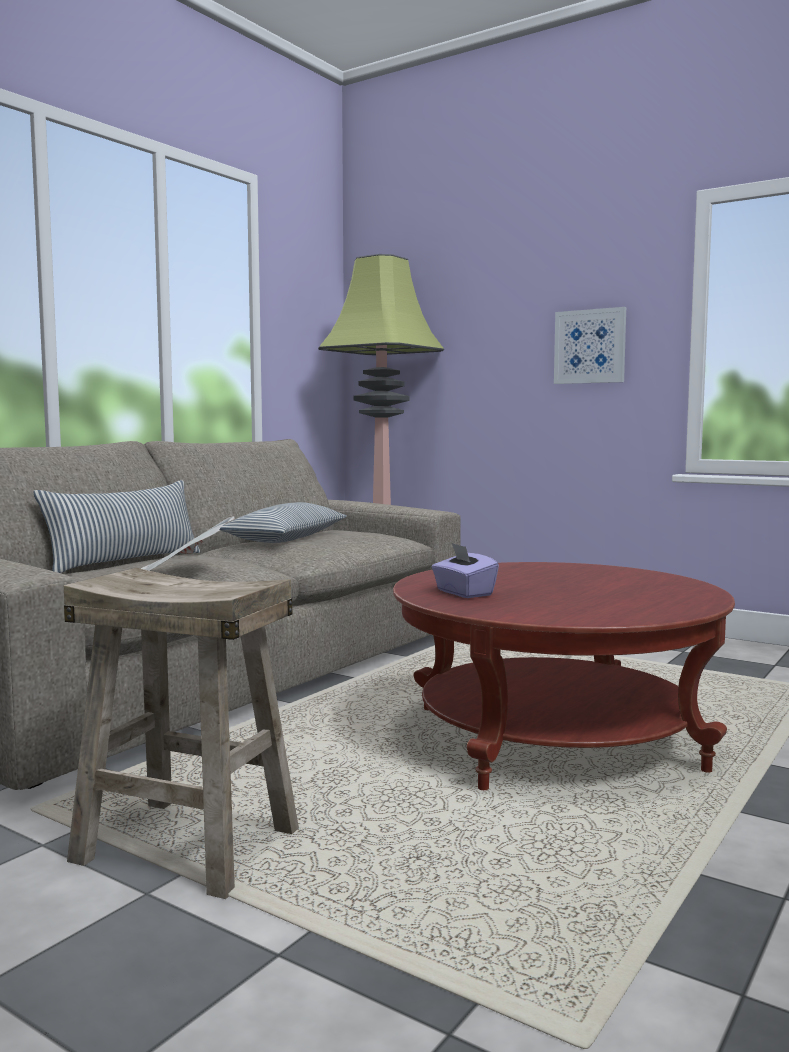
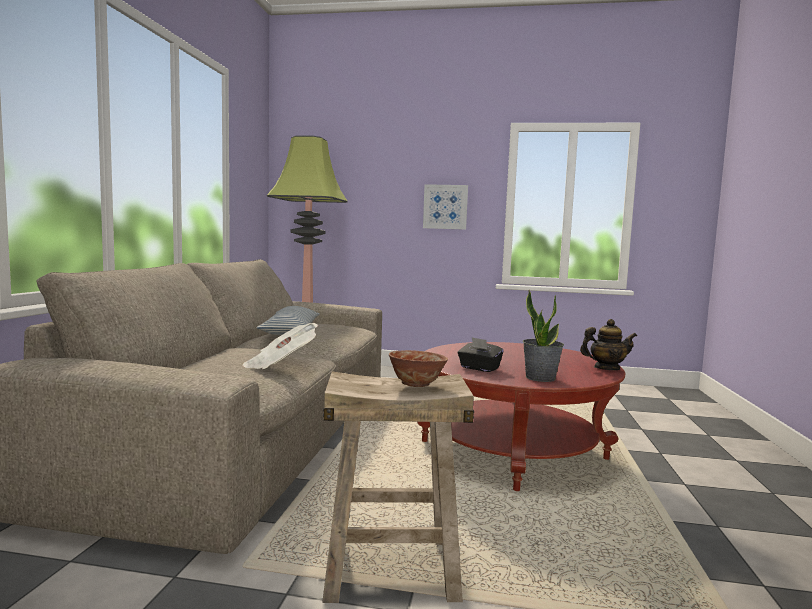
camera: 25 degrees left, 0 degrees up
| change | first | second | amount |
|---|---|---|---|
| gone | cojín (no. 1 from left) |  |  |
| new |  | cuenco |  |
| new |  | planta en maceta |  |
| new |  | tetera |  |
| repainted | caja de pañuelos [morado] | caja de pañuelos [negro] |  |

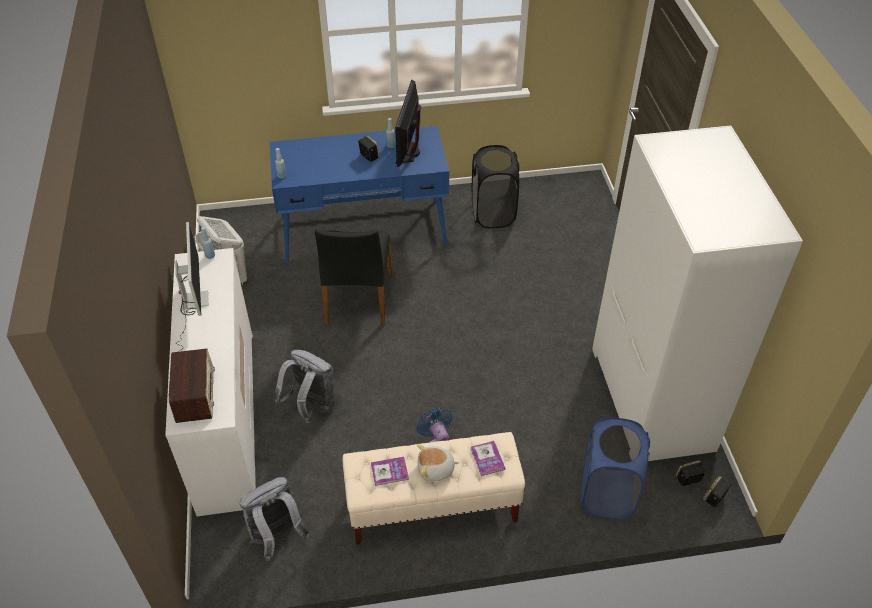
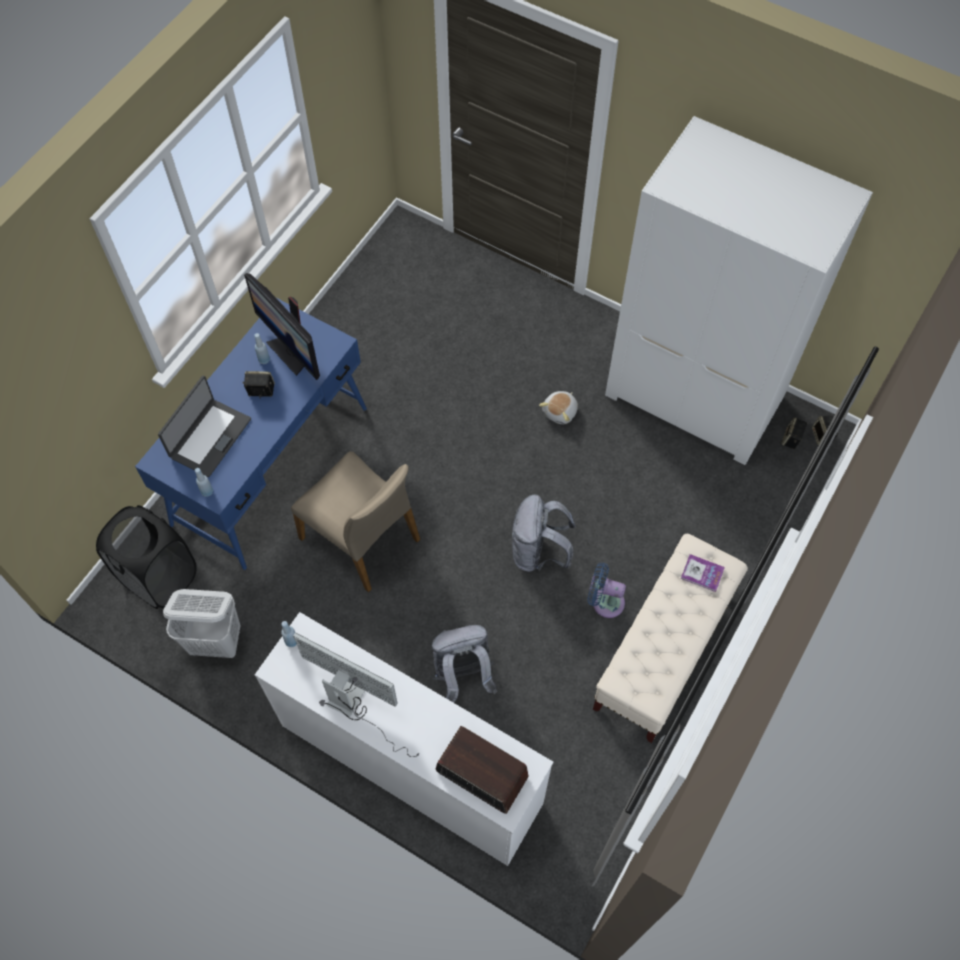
camera: 50 degrees left, 15 degrees up
| change | first | second | amount |
|---|---|---|---|
| gone | libro (no. 1 from left) |  |  |
| gone | cesto de la ropa [azul] |  |  |
| new |  | portátil |  |
| shifted | mochila [gris] (no. 1 from left in the first image) | mochila [gris] (no. 2 from left) |  |
| shifted | peluche |  |  |
| shifted | cesto de la ropa [negro] |  |  |
| repainted | silla [negro] | silla [beis] |  |

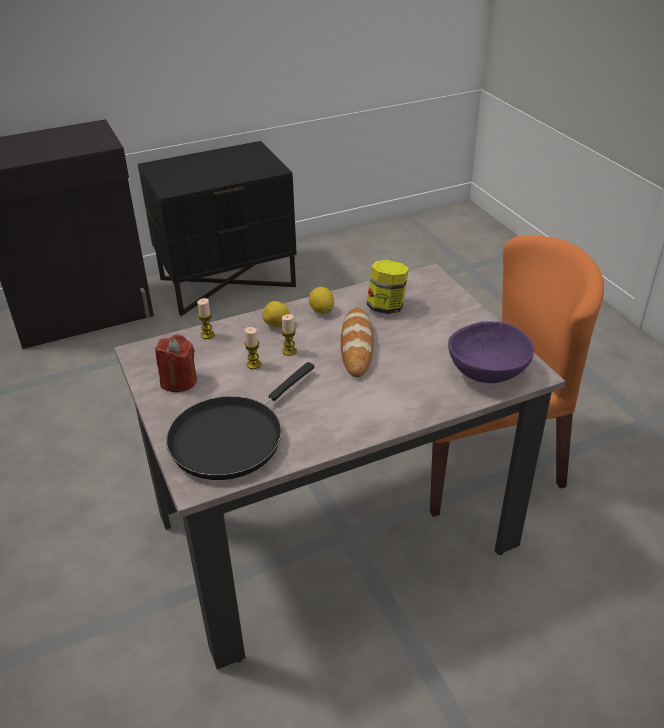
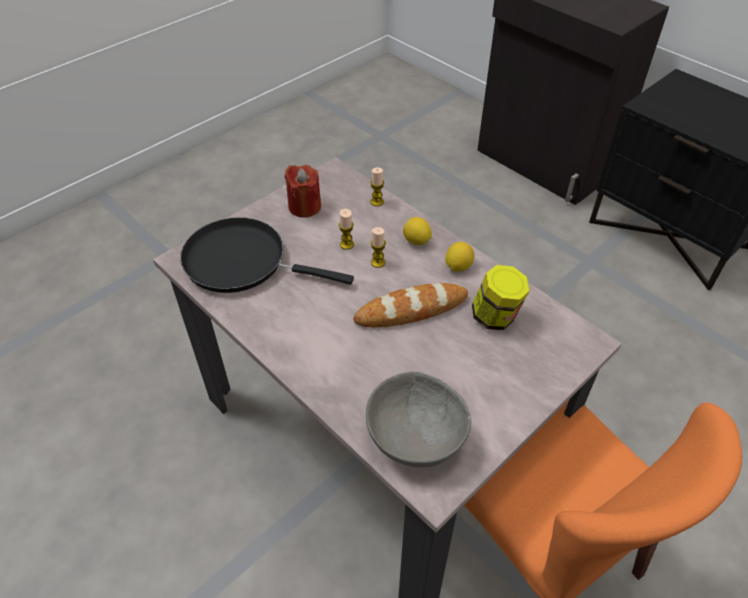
camera: 70 degrees right, 10 degrees up
| change | first | second | amount |
|---|---|---|---|
| repainted | cuenco [morado] | cuenco [gris] |  |

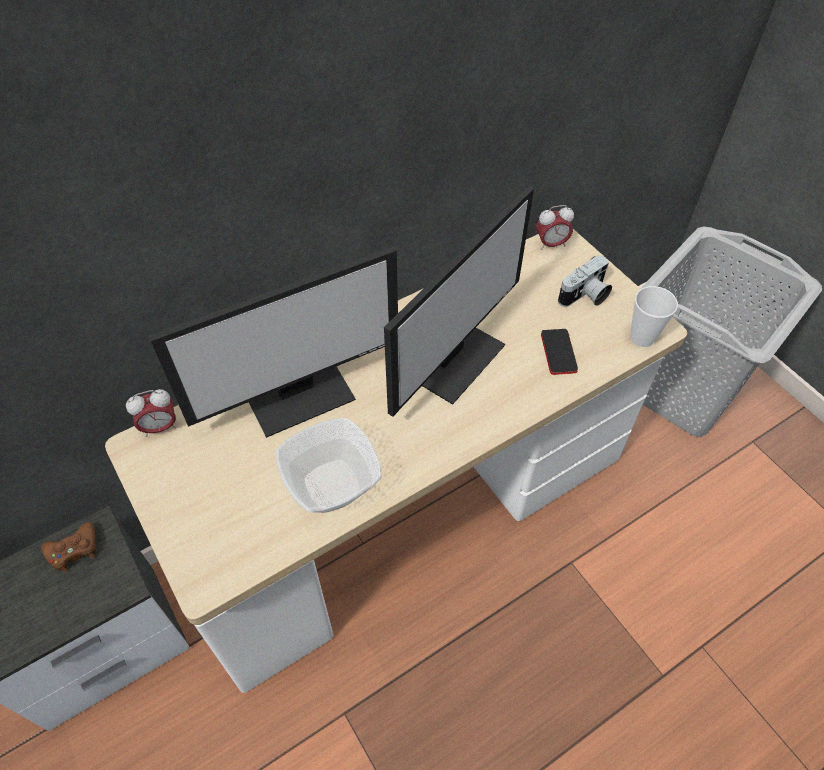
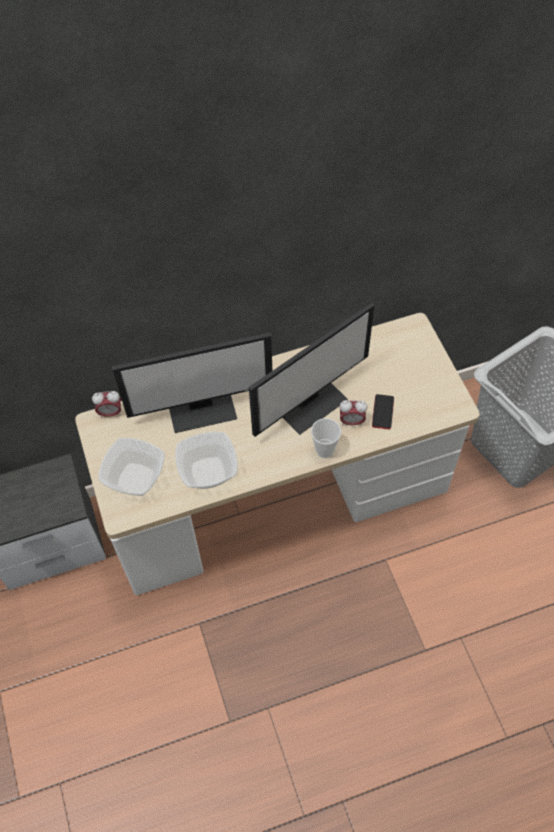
camera: 15 degrees right, 5 degrees up
| change | first | second | amount |
|---|---|---|---|
| gone | mando de consola [marrón] |  |  |
| gone | cámara |  |  |
| new |  | cuenco (no. 1 from left) |  |
| shifted | despertador (no. 2 from left) |  |  |
| shifted | taza |  |  |

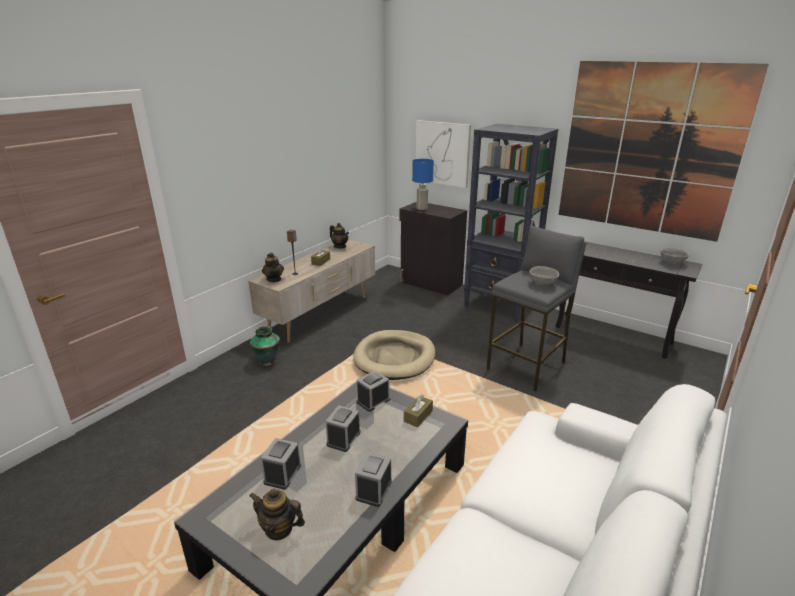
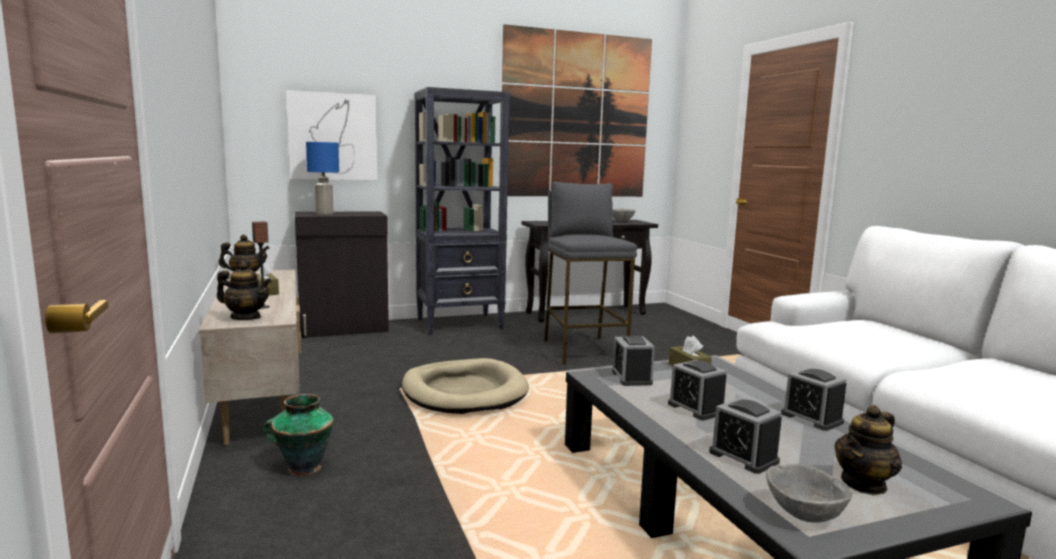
camera: 55 degrees left, 15 degrees down
| change | first | second | amount |
|---|---|---|---|
| shifted | cuenco [gris] (no. 1 from left in the first image) | cuenco [gris] (no. 2 from left) |  |

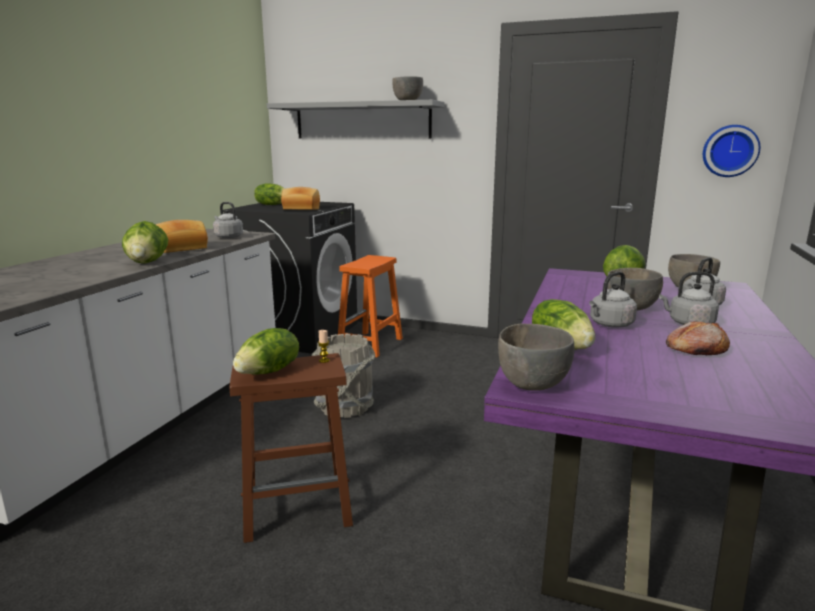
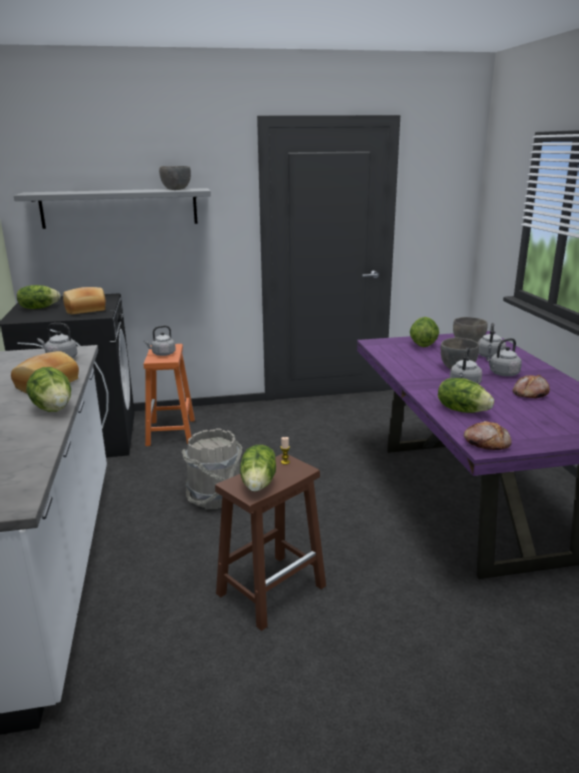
camera: 30 degrees left, 5 degrees up
| change | first | second | amount |
|---|---|---|---|
| gone | reloj de pared |  |  |
| new |  | hervidor [gris] (no. 2 from left) |  |
| swapped | cuenco [gris] (no. 2 from left) | pan (no. 3 from left) |  |

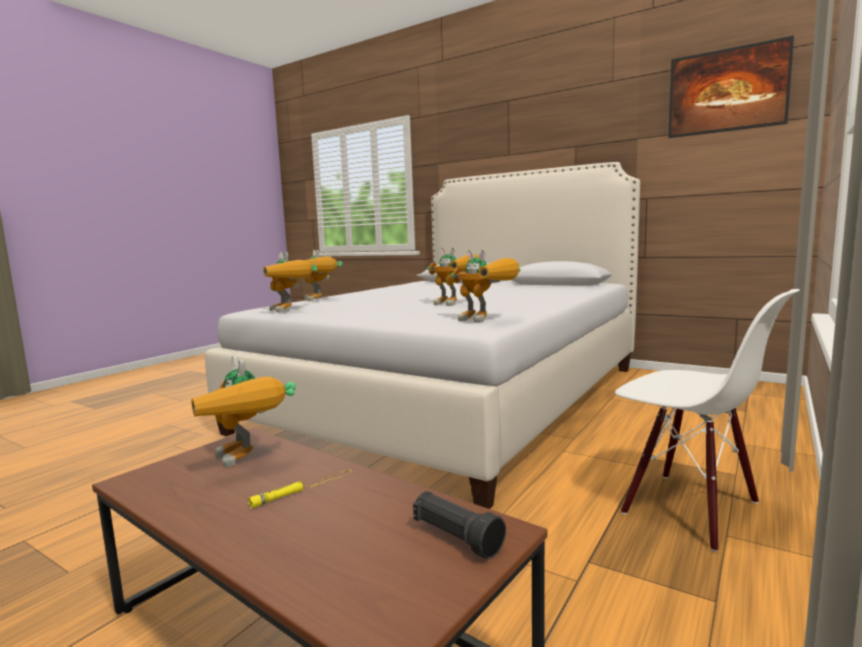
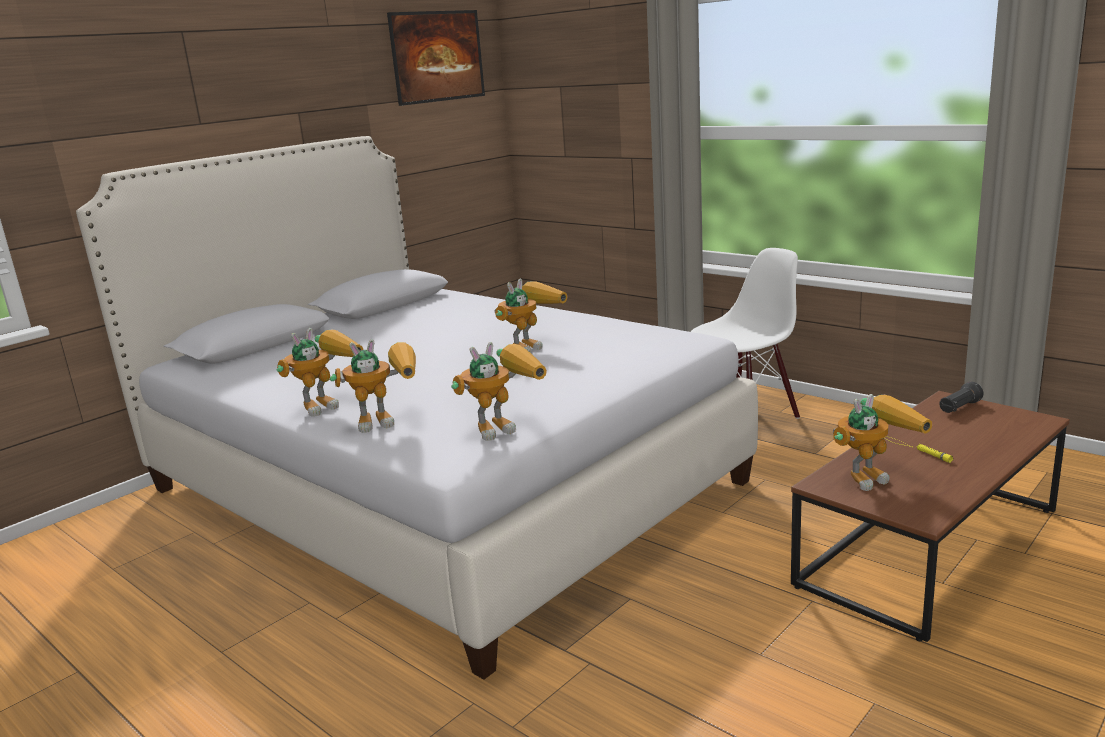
camera: 80 degrees left, 10 degrees up
| change | first | second | amount |
|---|---|---|---|
| shifted | robot de juguete (no. 5 from left in the first image) | robot de juguete (no. 1 from left) |  |

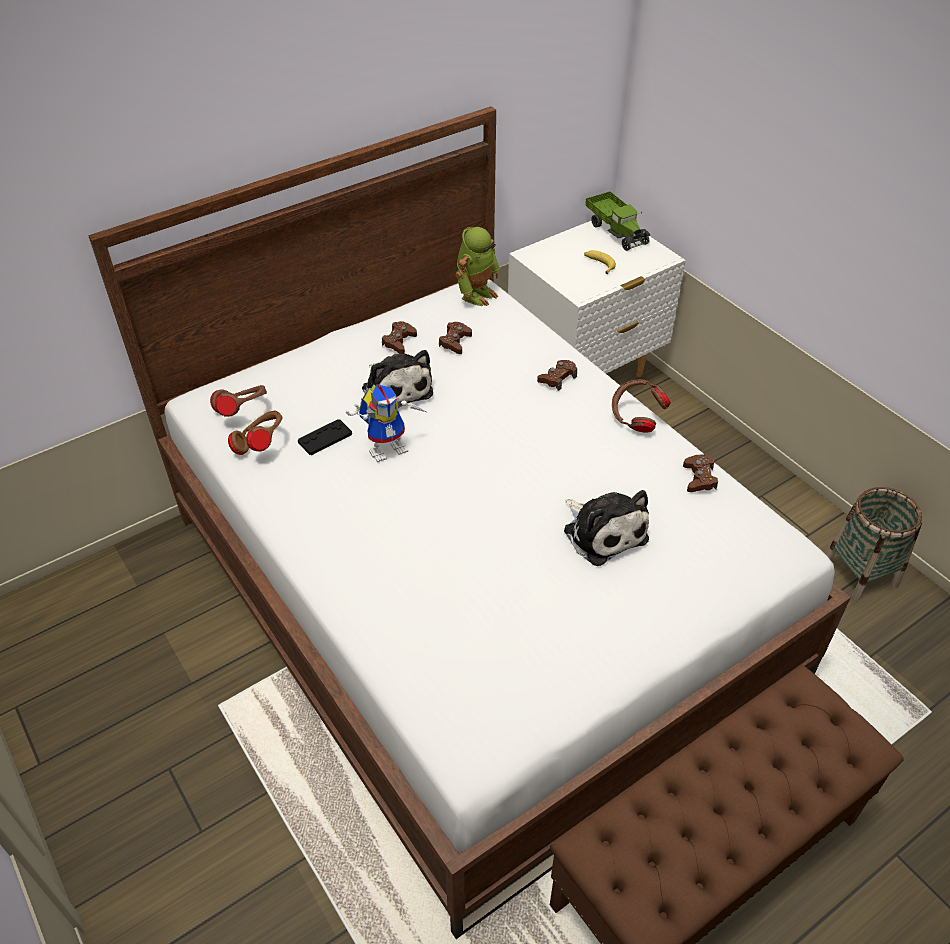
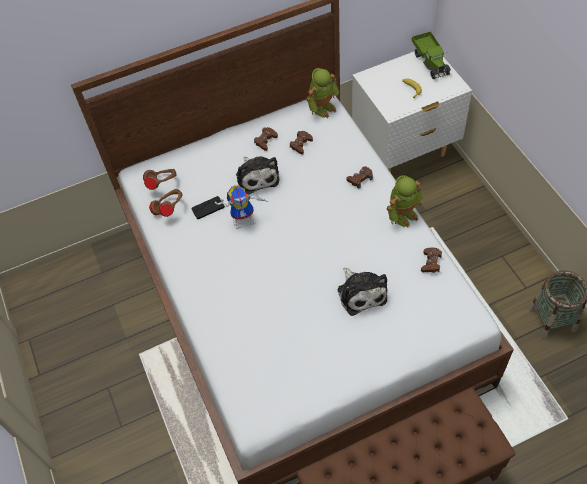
camera: 15 degrees right, 10 degrees up
| change | first | second | amount |
|---|---|---|---|
| swapped | auriculares [marrón] (no. 3 from left) | robot de juguete (no. 3 from left) |  |

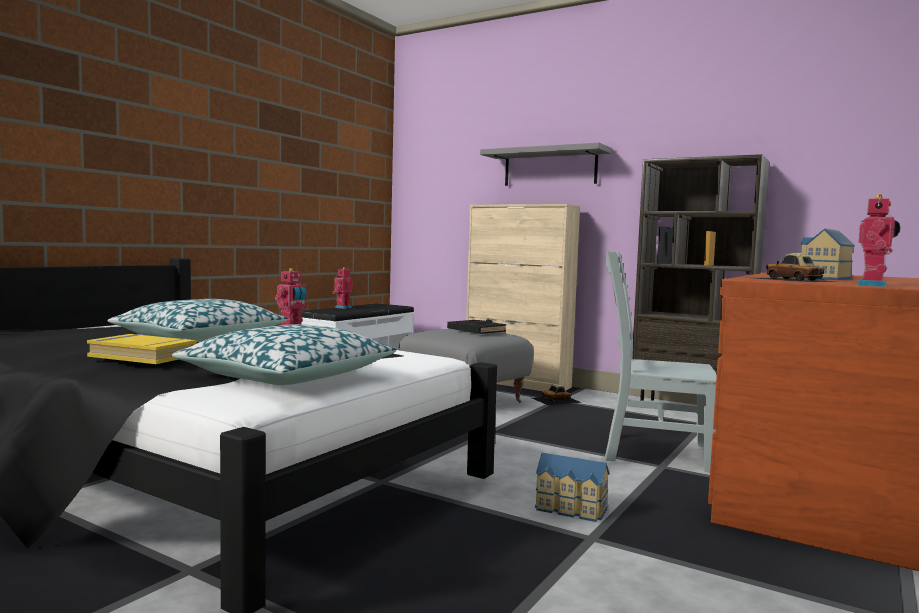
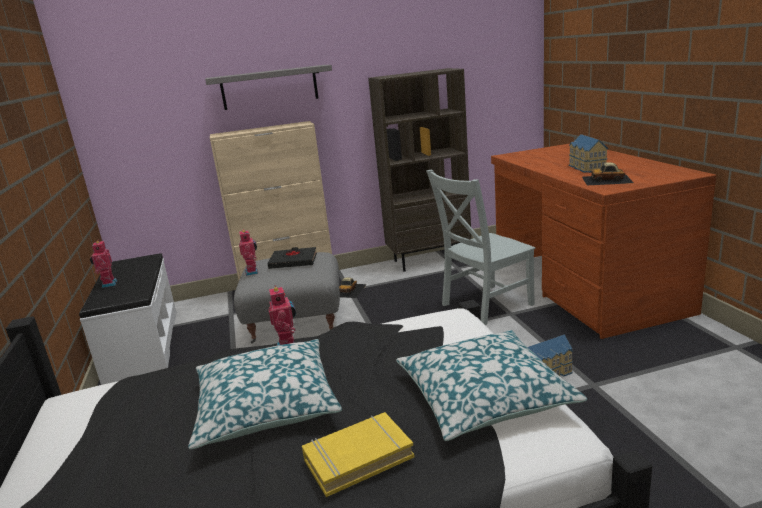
camera: 45 degrees left, 15 degrees up
| change | first | second | amount |
|---|---|---|---|
| shifted | robot de juguete (no. 3 from left in the first image) | robot de juguete (no. 2 from left) |  |

